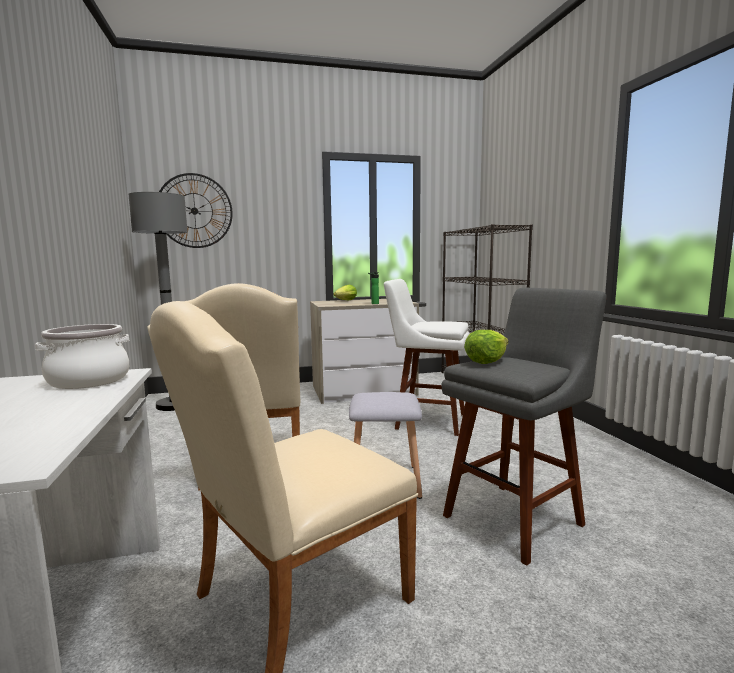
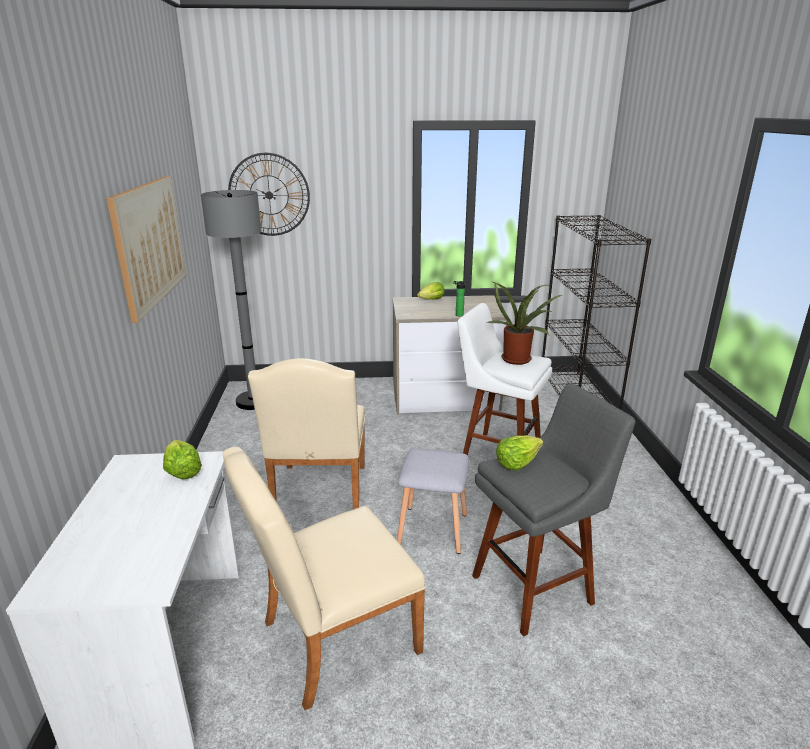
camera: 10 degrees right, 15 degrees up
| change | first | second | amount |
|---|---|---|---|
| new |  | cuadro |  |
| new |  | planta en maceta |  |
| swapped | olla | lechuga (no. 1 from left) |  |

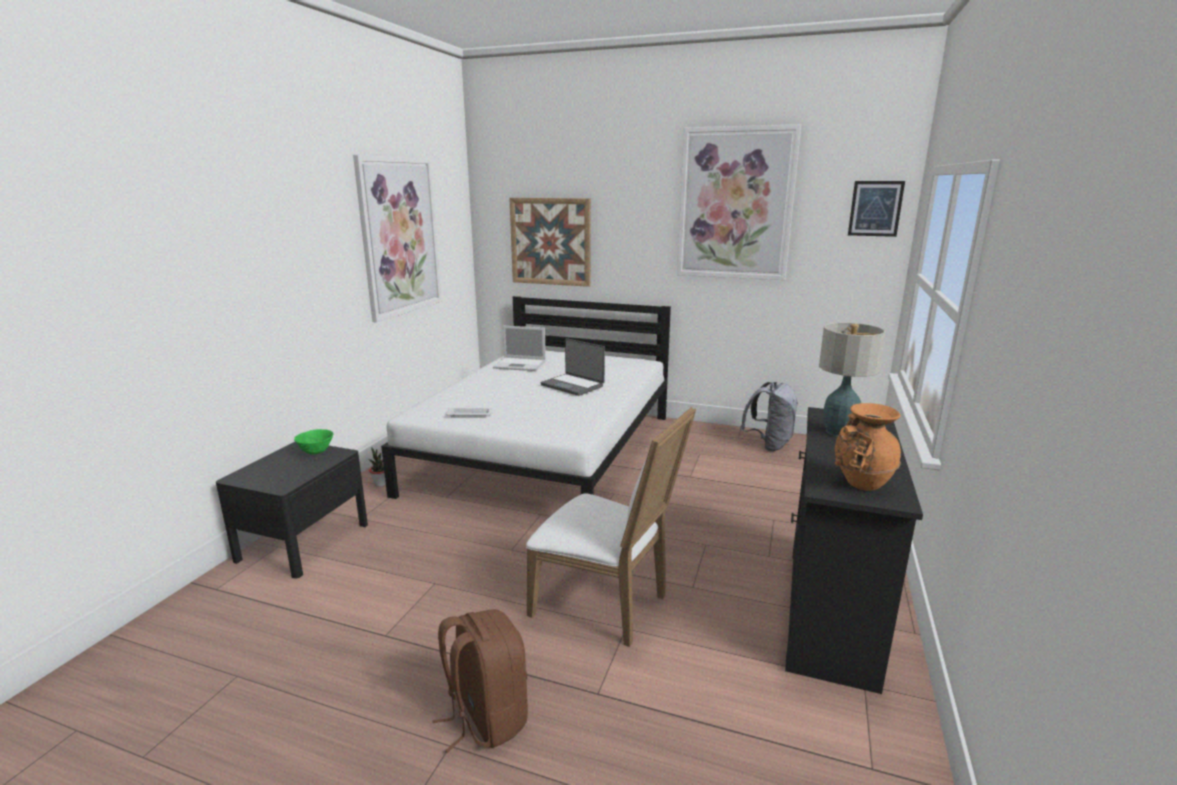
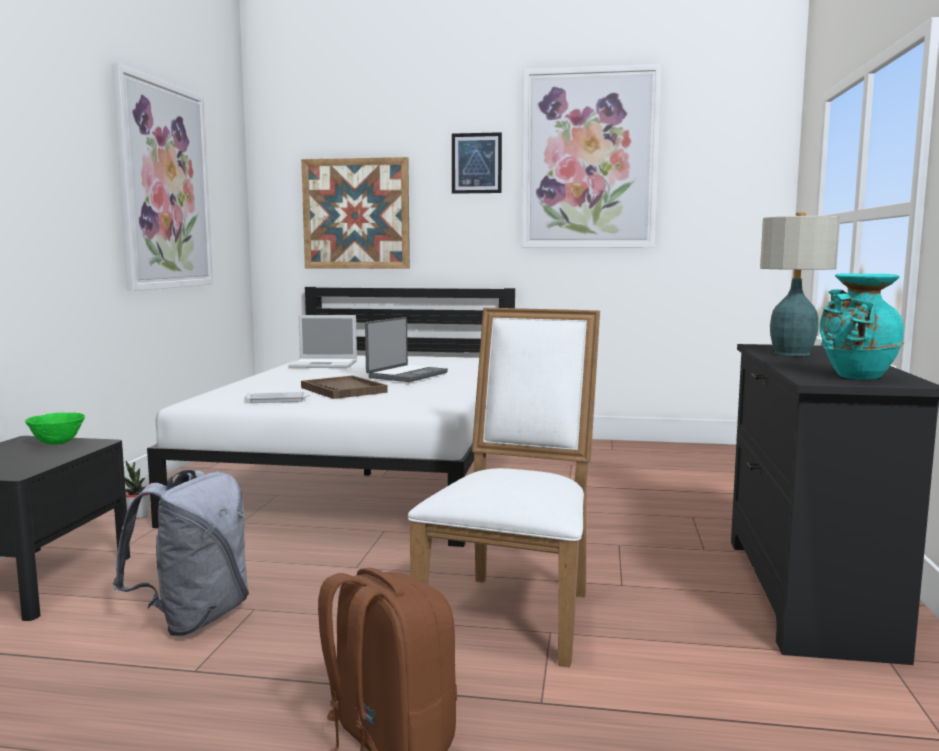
camera: 10 degrees left, 10 degrees down
| change | first | second | amount |
|---|---|---|---|
| new |  | bandeja [marrón] |  |
| shifted | mochila [gris] |  |  |
| shifted | cuadro (no. 4 from left in the first image) | cuadro (no. 3 from left) |  |
| repainted | florero [naranja] | florero [turquesa] |  |
| rotated | silla [blanco] |  | 90 degrees counterclockwise |
| rotated | portátil (no. 2 from left) |  | 90 degrees counterclockwise |

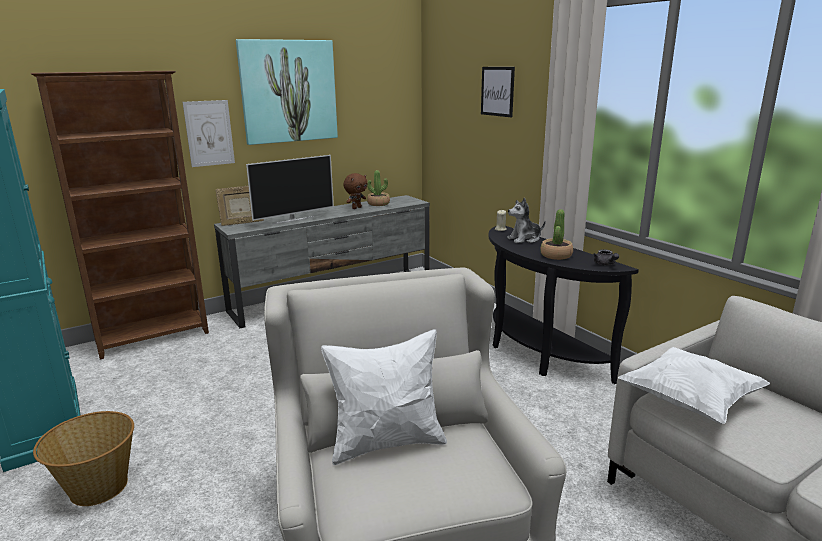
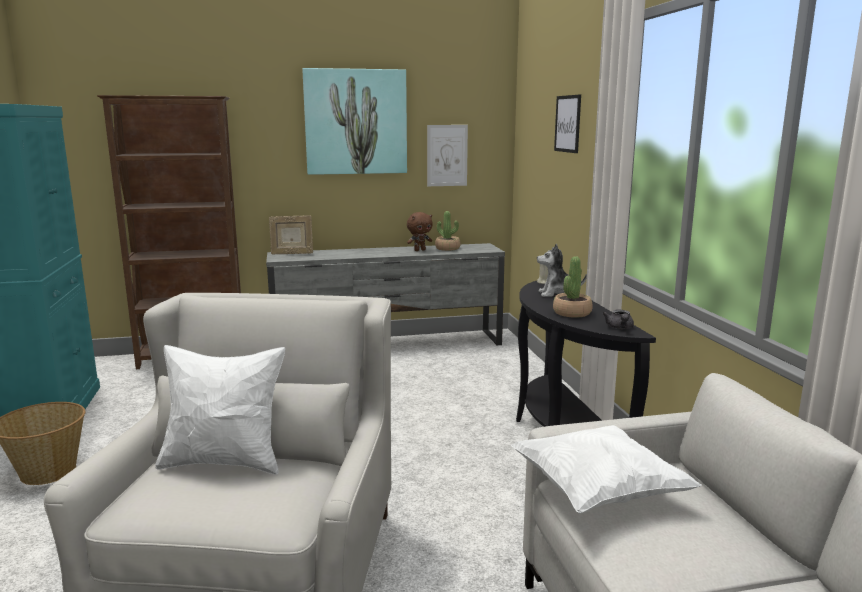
camera: 20 degrees right, 5 degrees down
| change | first | second | amount |
|---|---|---|---|
| gone | televisor |  |  |
| shifted | cuadro (no. 1 from left in the first image) | cuadro (no. 2 from left) |  |

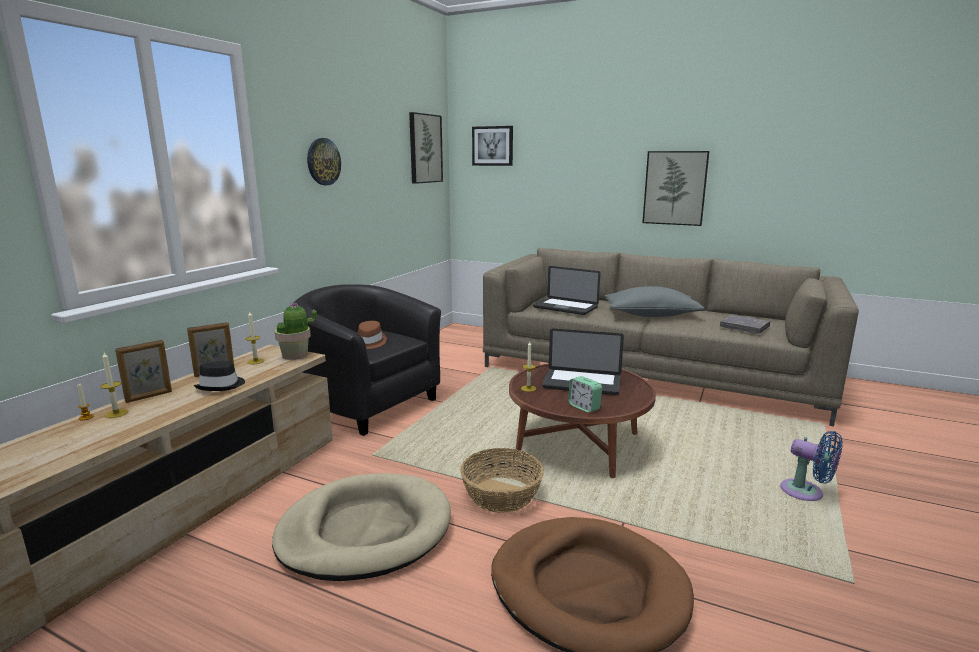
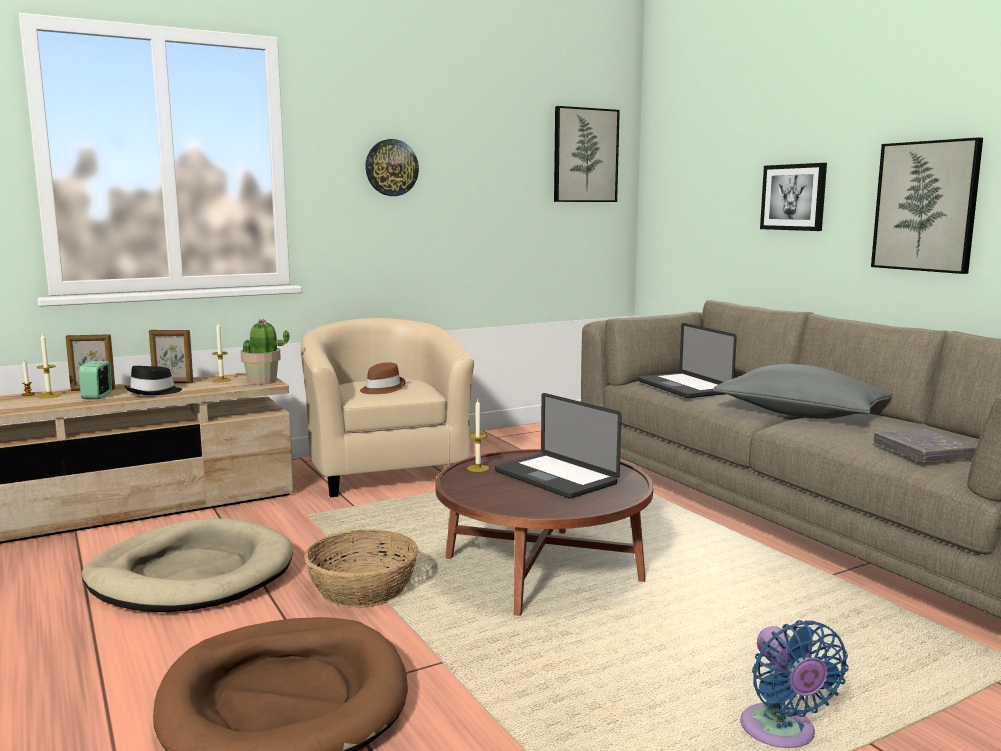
camera: 35 degrees right, 5 degrees down
| change | first | second | amount |
|---|---|---|---|
| shifted | cuadro (no. 2 from left) |  |  |
| shifted | despertador |  |  |
| repainted | sillón [negro] | sillón [beis] |  |

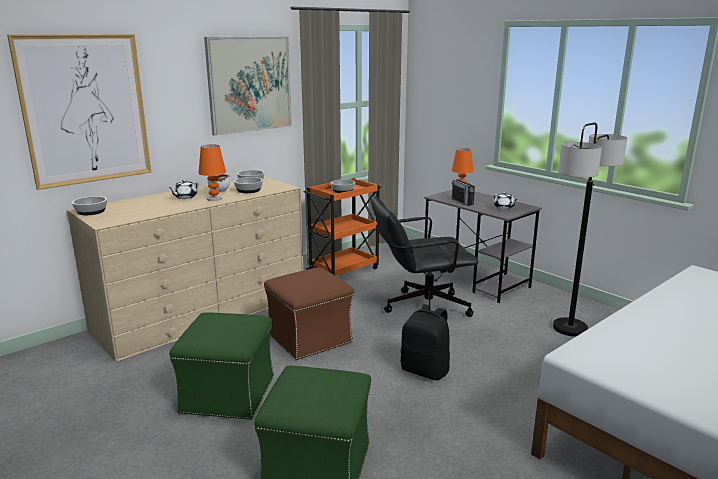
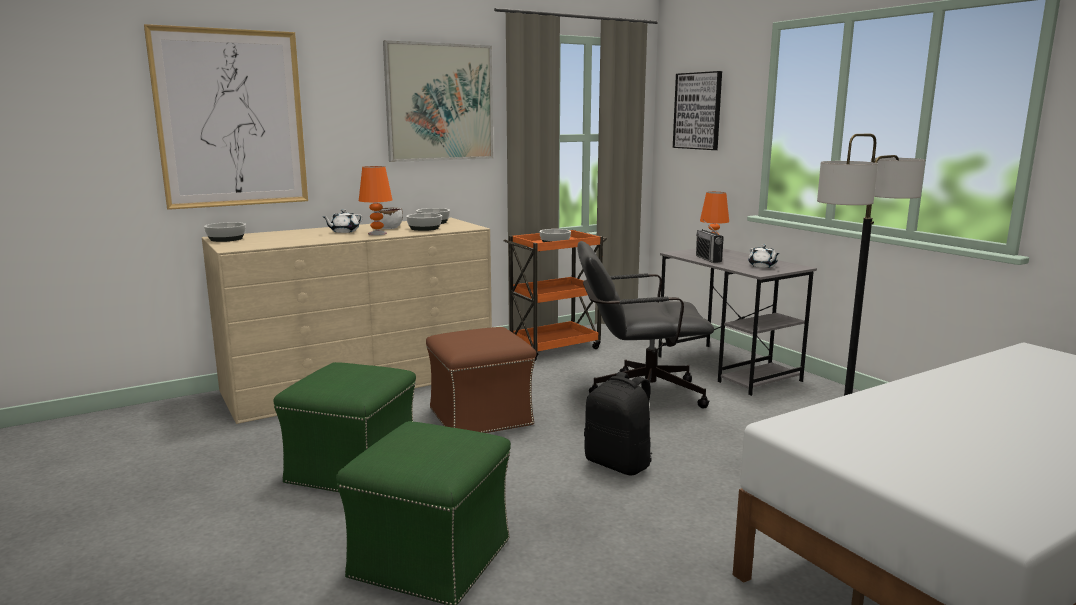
camera: 10 degrees right, 5 degrees down
| change | first | second | amount |
|---|---|---|---|
| new |  | cuadro (no. 3 from left) |  |

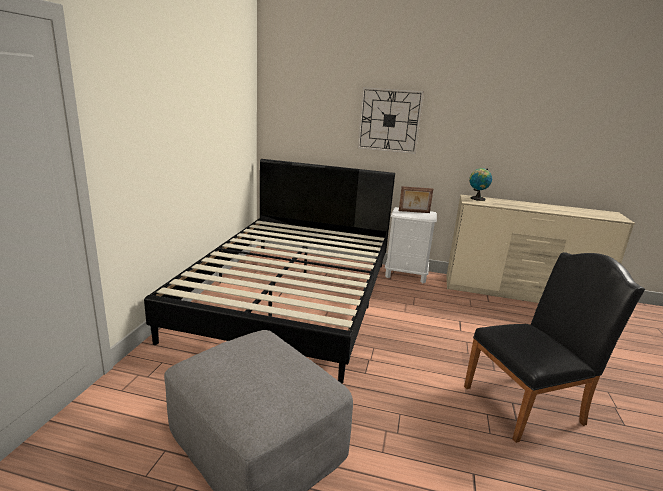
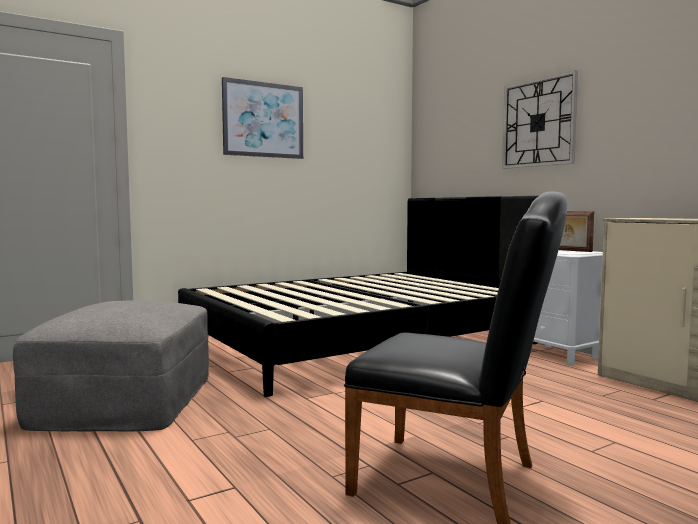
camera: 45 degrees right, 15 degrees down
| change | first | second | amount |
|---|---|---|---|
| gone | globo terráqueo |  |  |
| new |  | cuadro |  |

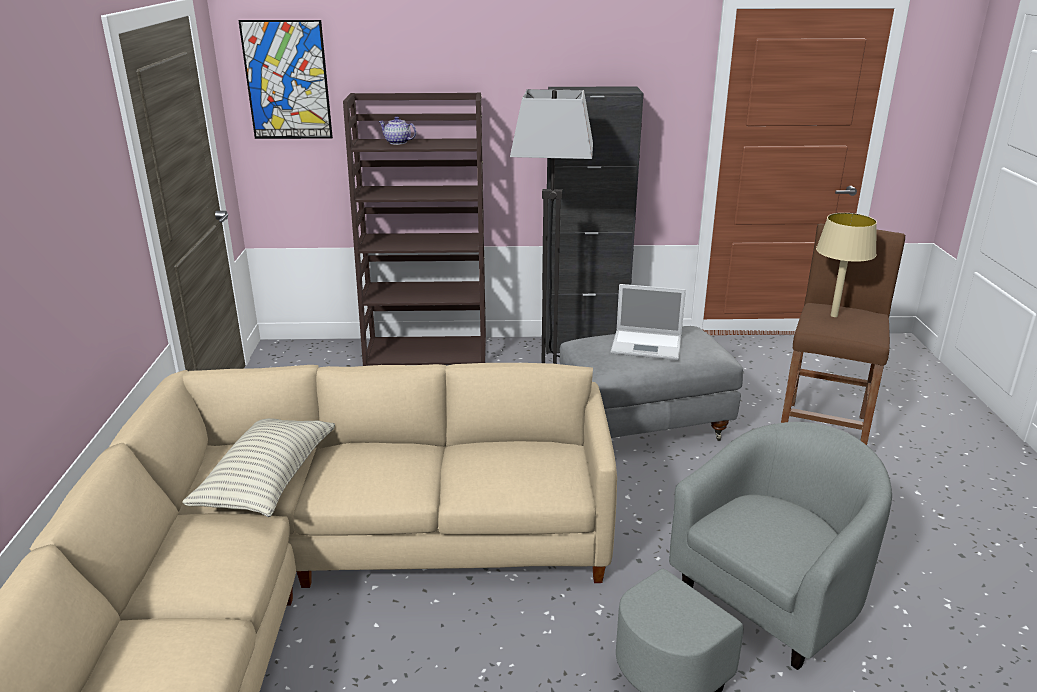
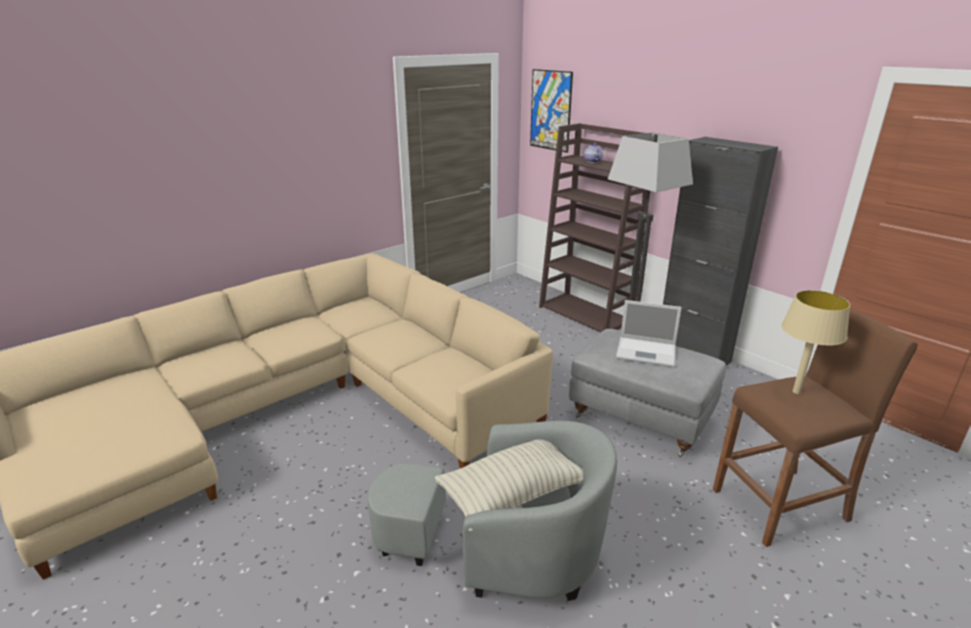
camera: 50 degrees right, 0 degrees up
| change | first | second | amount |
|---|---|---|---|
| shifted | cojín |  |  |
| rotated | portátil |  | 45 degrees counterclockwise |

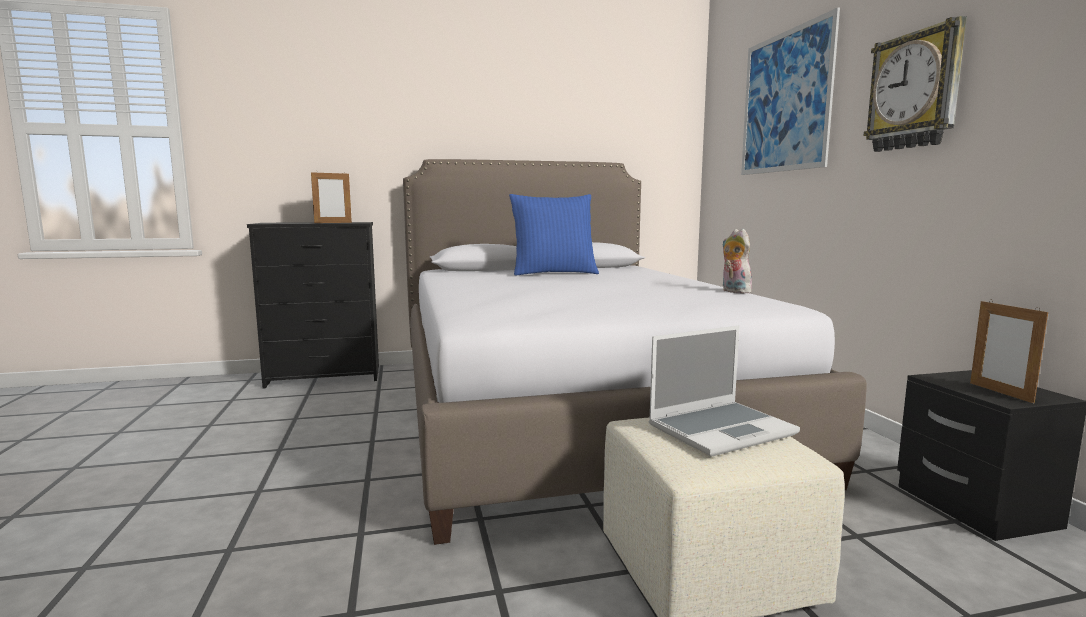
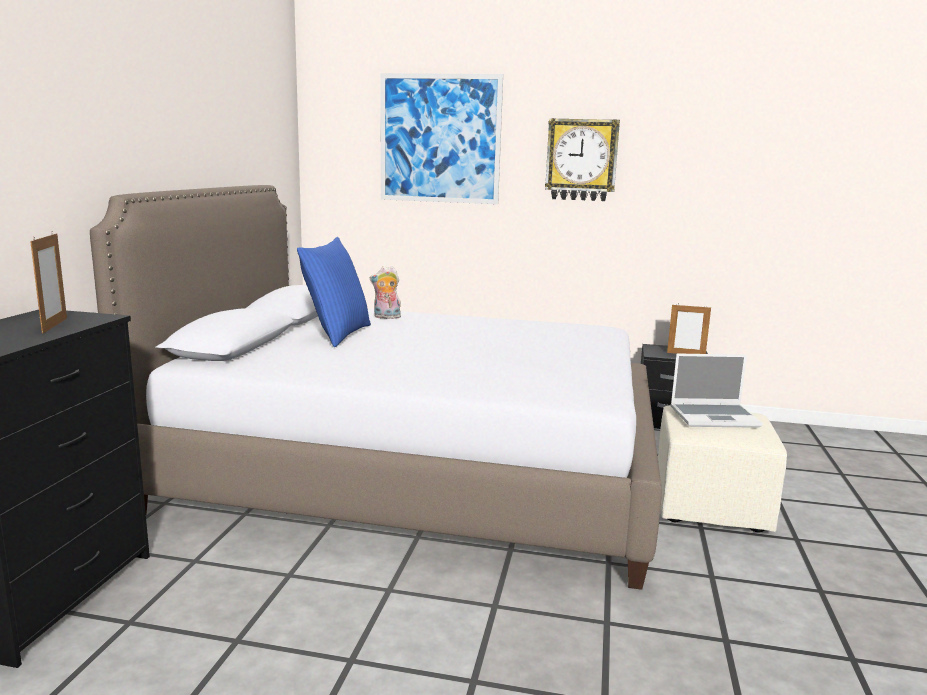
camera: 65 degrees left, 5 degrees up
| change | first | second | amount |
|---|---|---|---|
| shifted | peluche |  |  |
| rotated | portátil |  | 90 degrees clockwise |

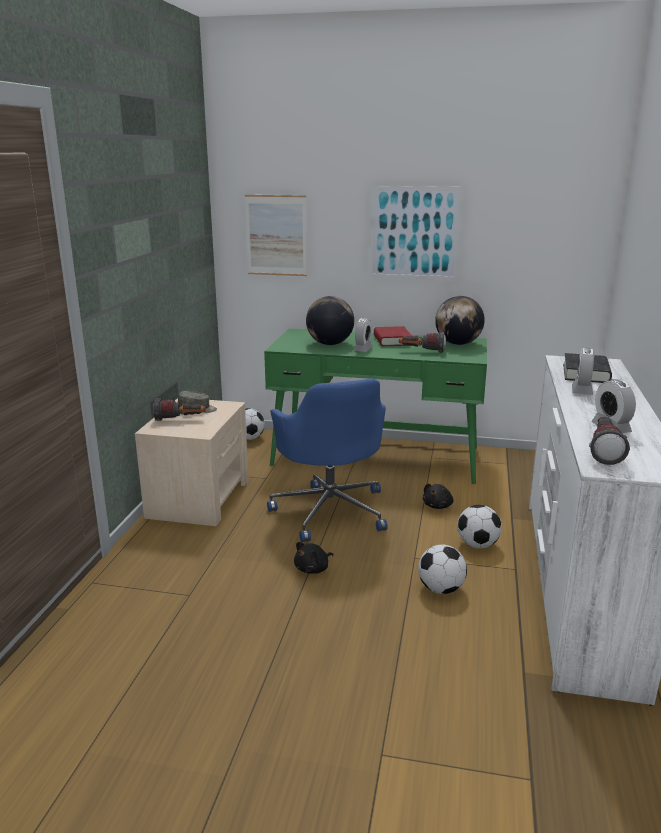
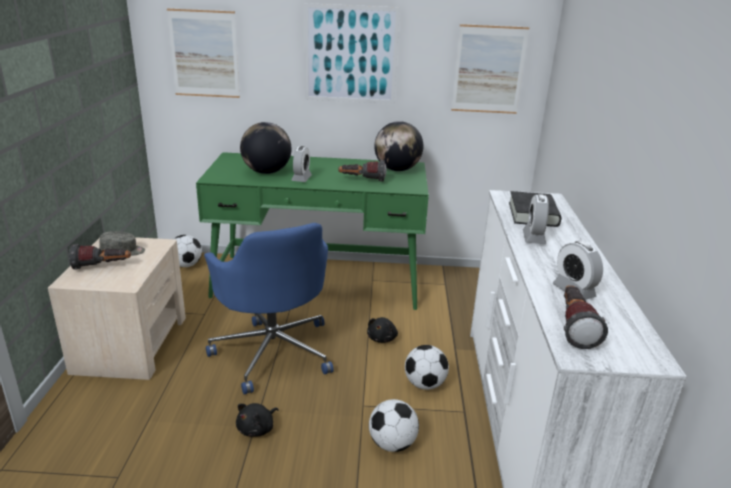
camera: 10 degrees left, 5 degrees up
| change | first | second | amount |
|---|---|---|---|
| gone | libro [rojo] |  |  |
| new |  | cuadro (no. 3 from left) |  |

